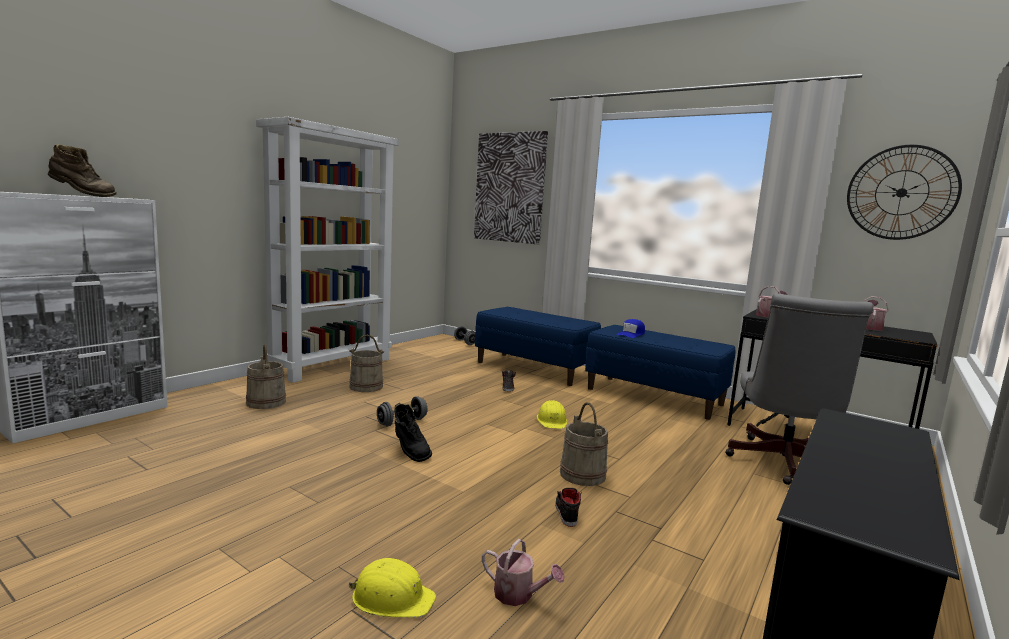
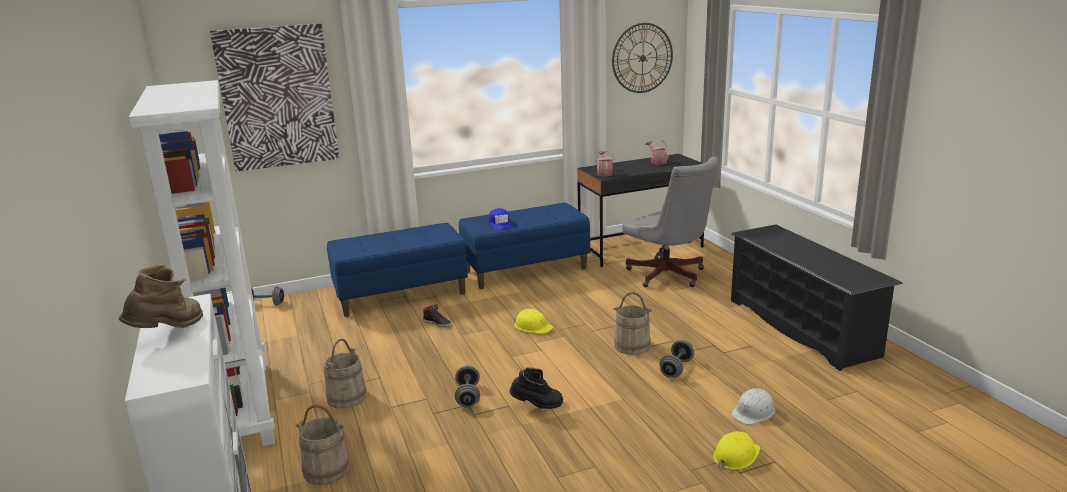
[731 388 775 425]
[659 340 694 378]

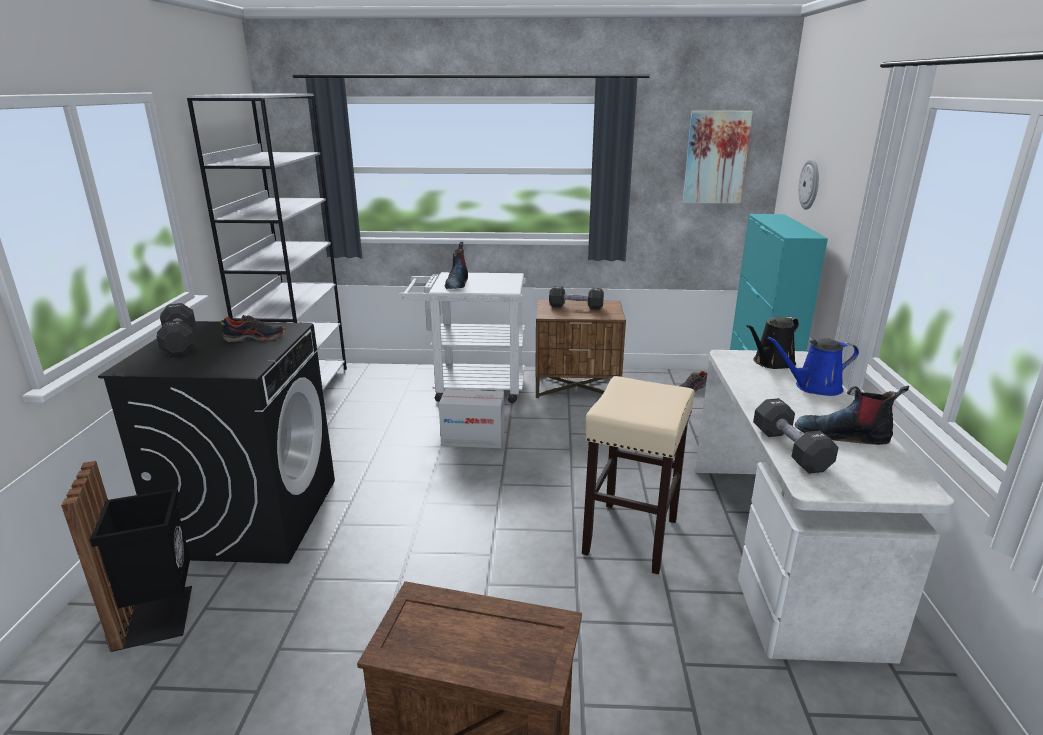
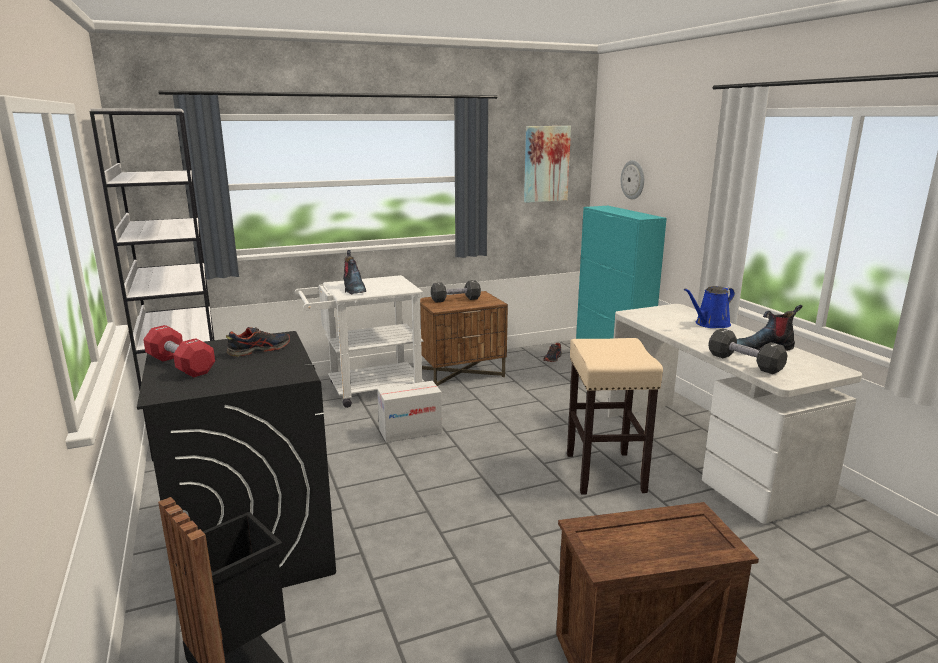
[747 317 799 369] (first image)
[143 325 215 377]

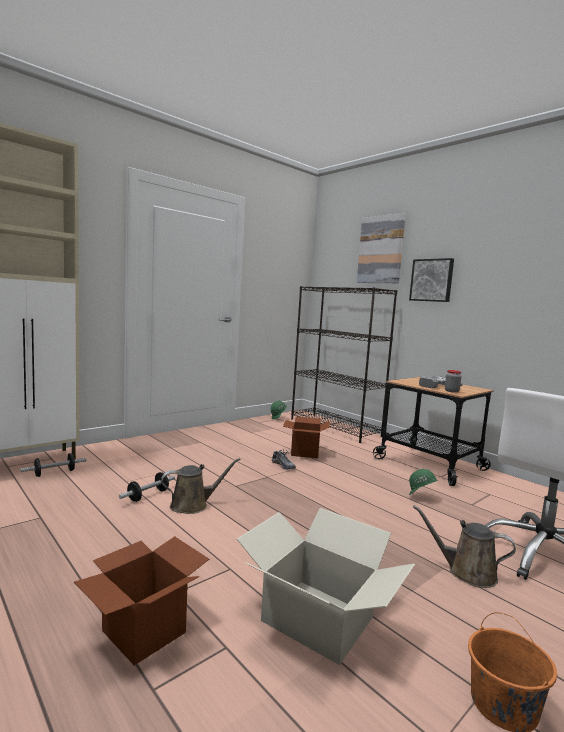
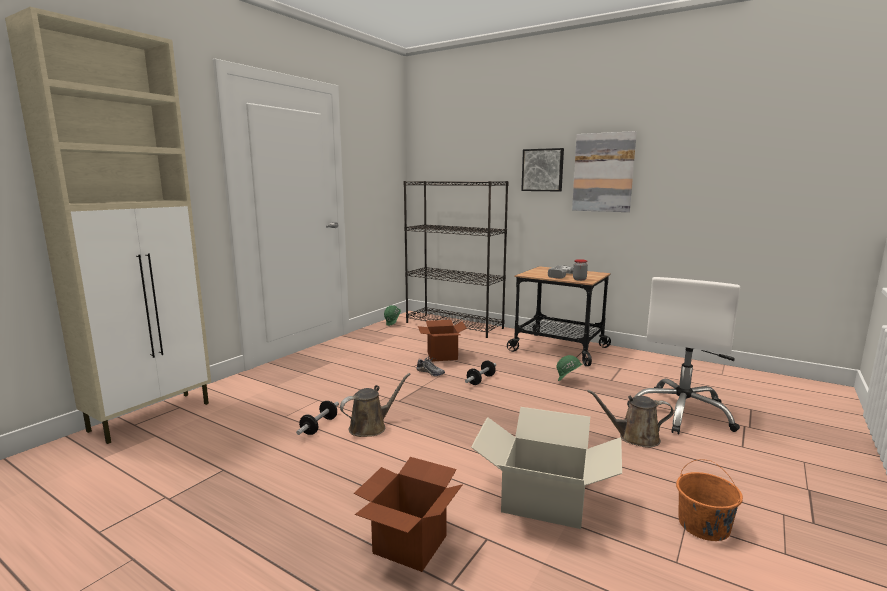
[465 360 496 385]
[572 131 637 212]

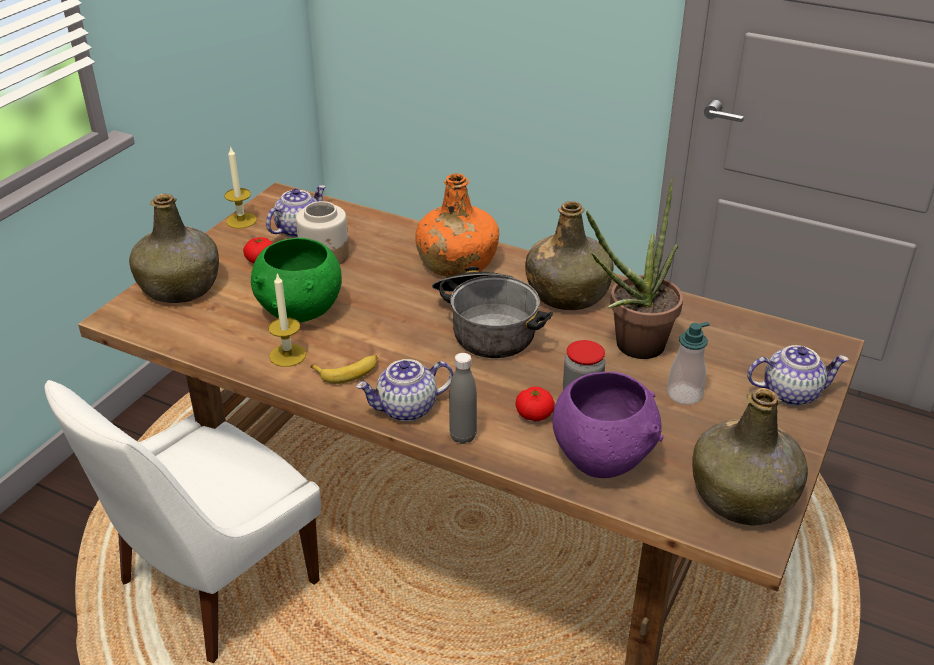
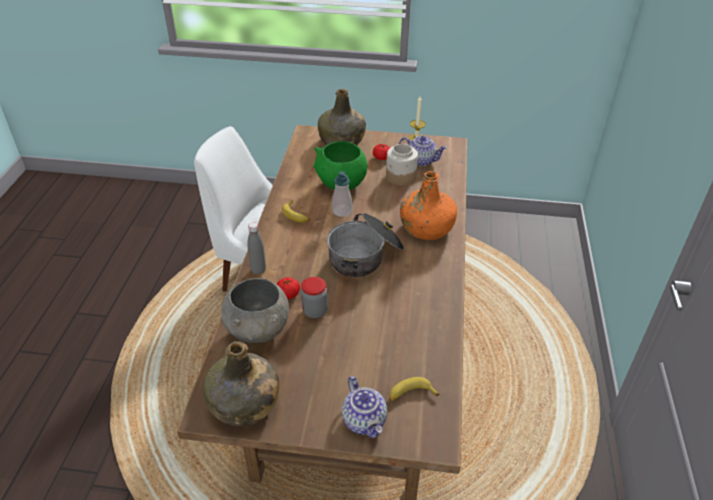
[268 274 306 367] (first image)
[356 359 454 422] (first image)
[525 201 614 310] (first image)
[586 177 683 359] (first image)
[389 377 440 401]
[332 171 352 217]
[221 278 289 343]

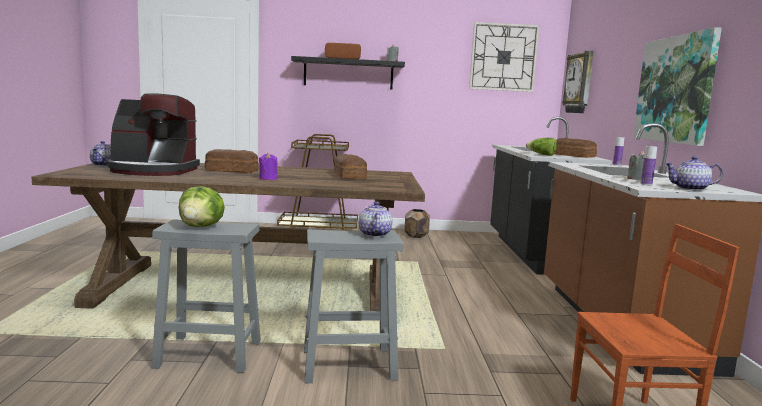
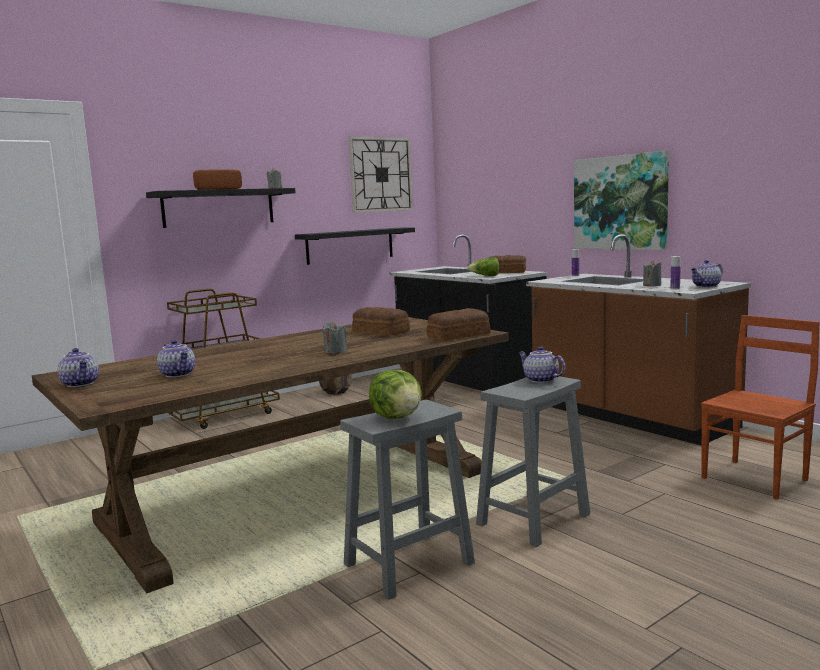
[562 51 594 113] (first image)
[295 227 415 265]
[427 308 491 341]
[157 340 195 378]
[323 321 347 355]

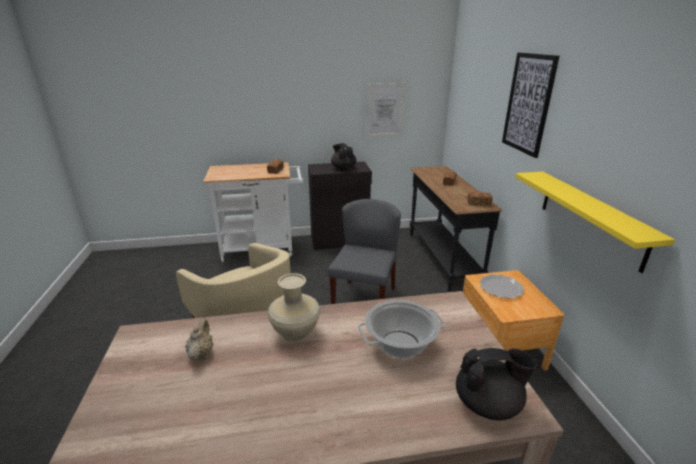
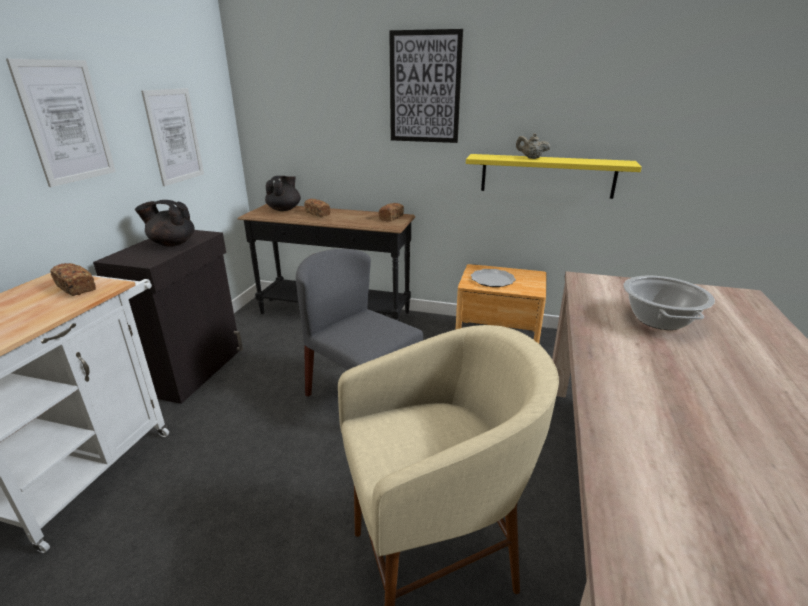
[268 273 320 342] (first image)
[6 59 116 187]
[516 133 550 159]
[265 176 301 211]

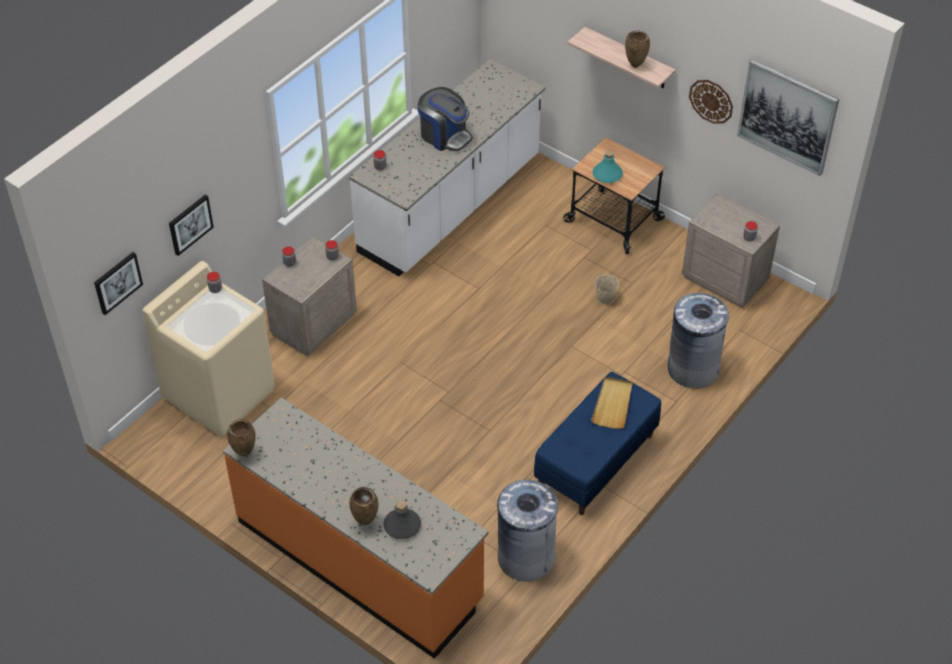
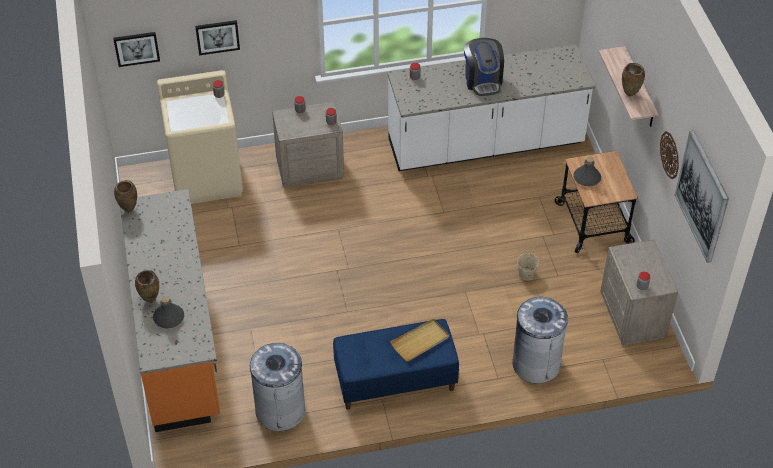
[573 157 601 186]

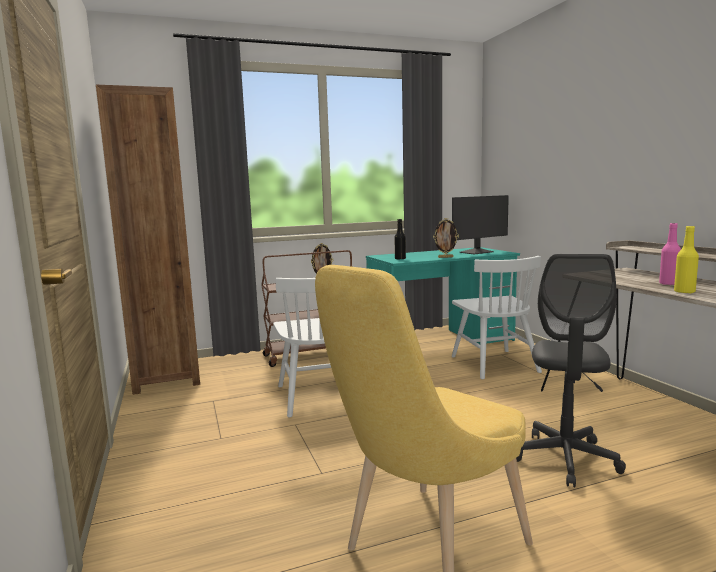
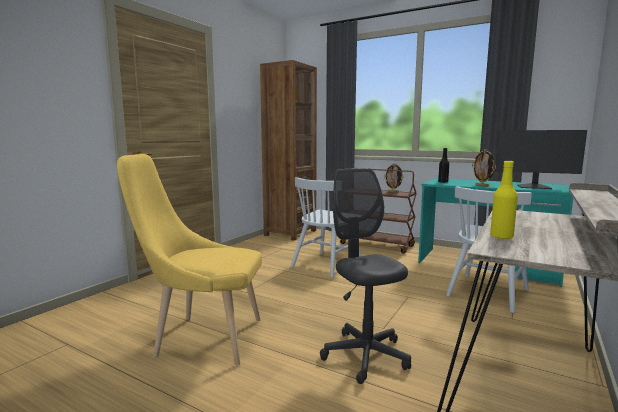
[659 223 681 285] (first image)
[320 168 411 384]

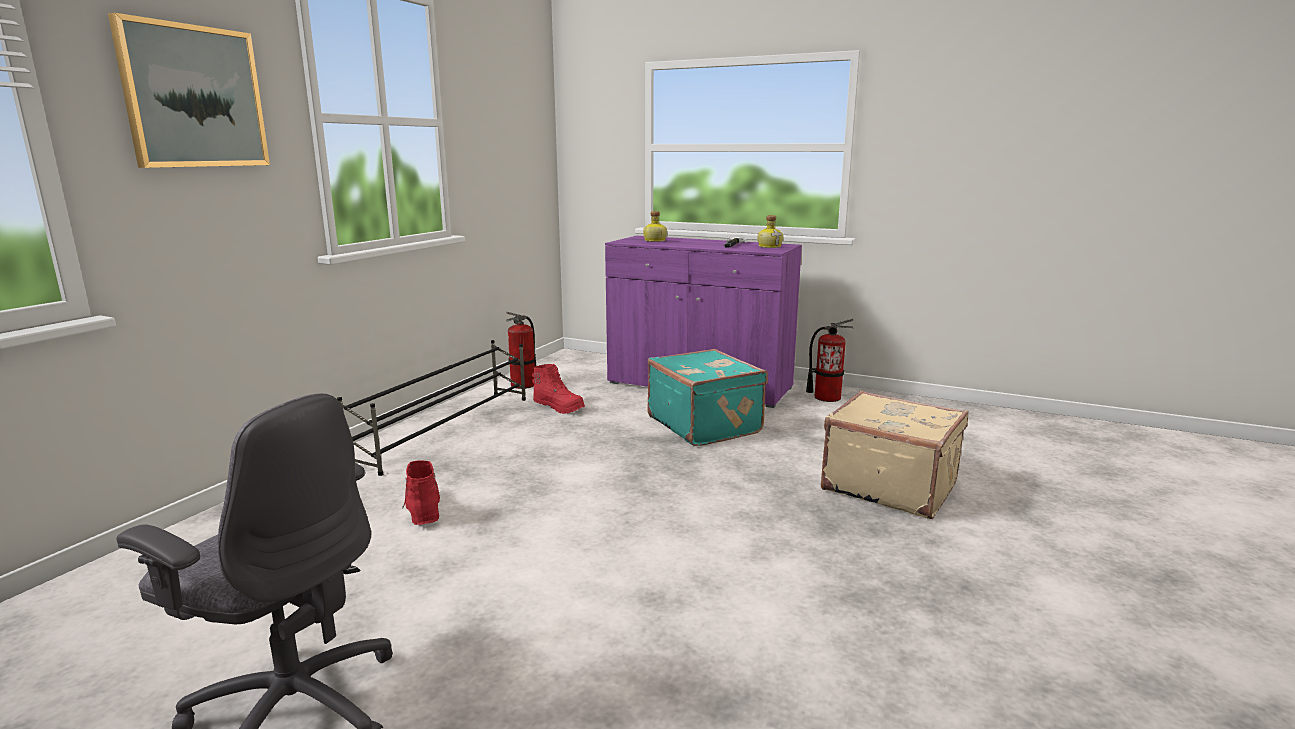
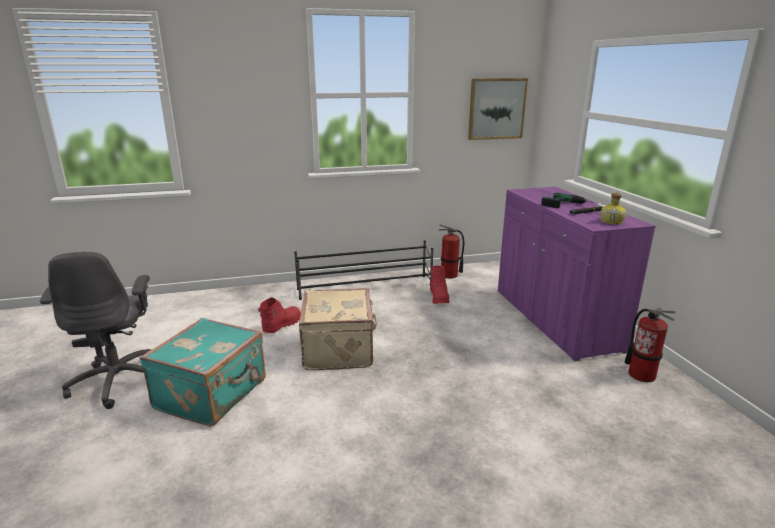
[643 211 667 242] (first image)
[541 193 594 208]
[468 78 528 140]
[139 318 266 427]
[299 288 376 370]

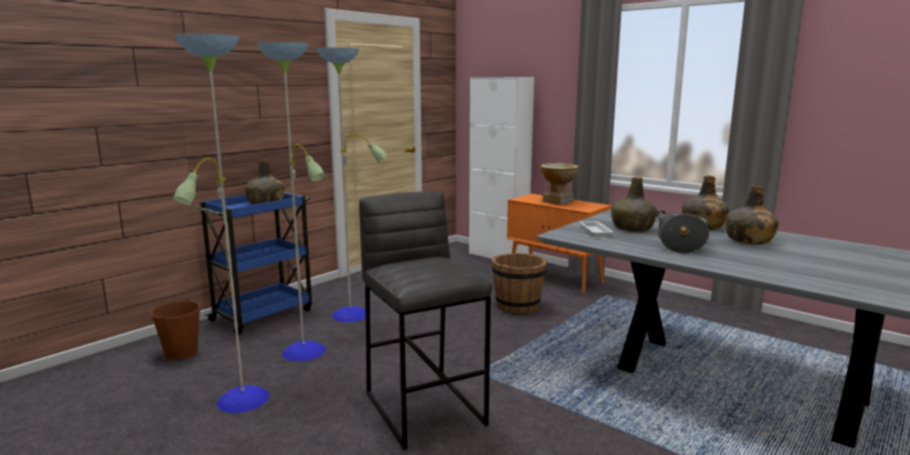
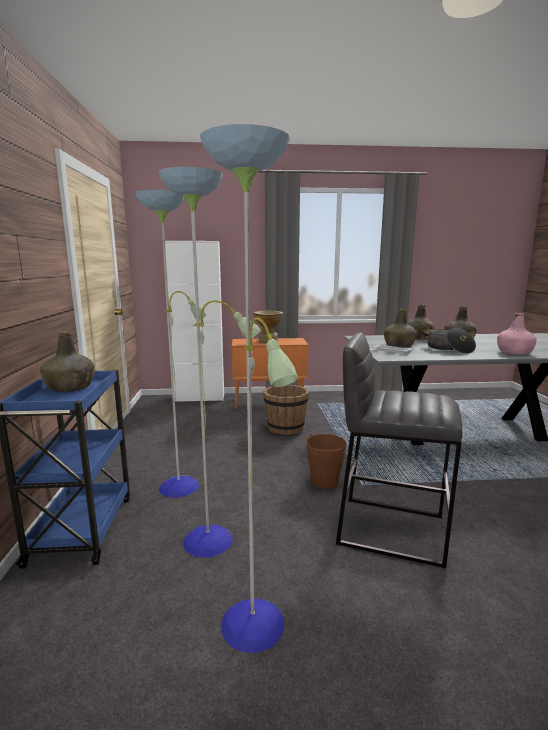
[497 313 537 355]
[305 434 347 488]

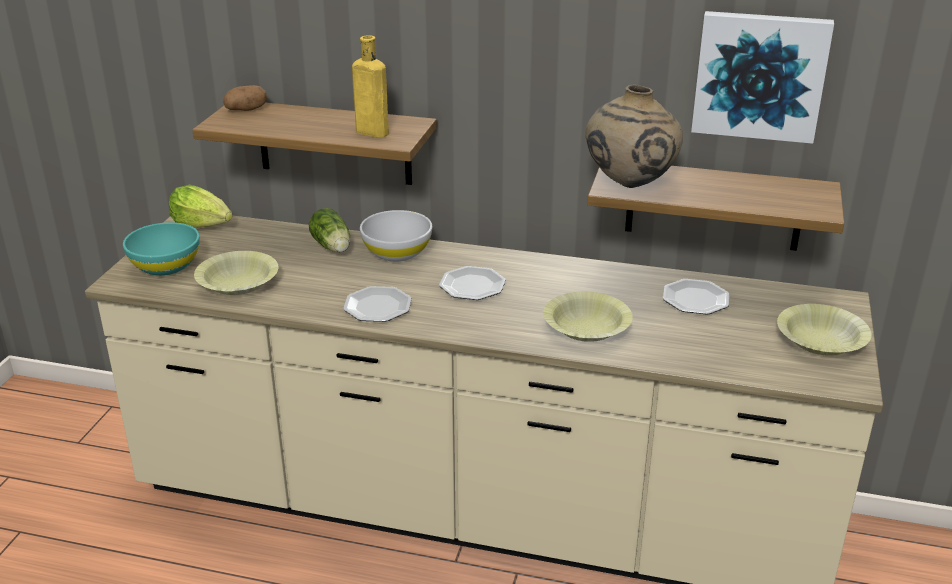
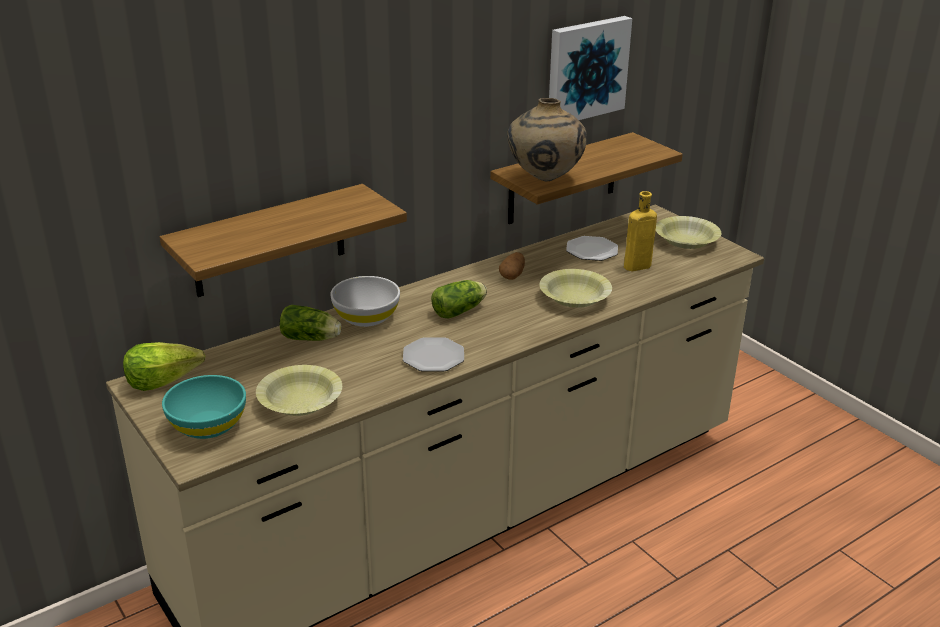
[499 252 525 280]
[624 191 657 271]
[431 280 487 318]

